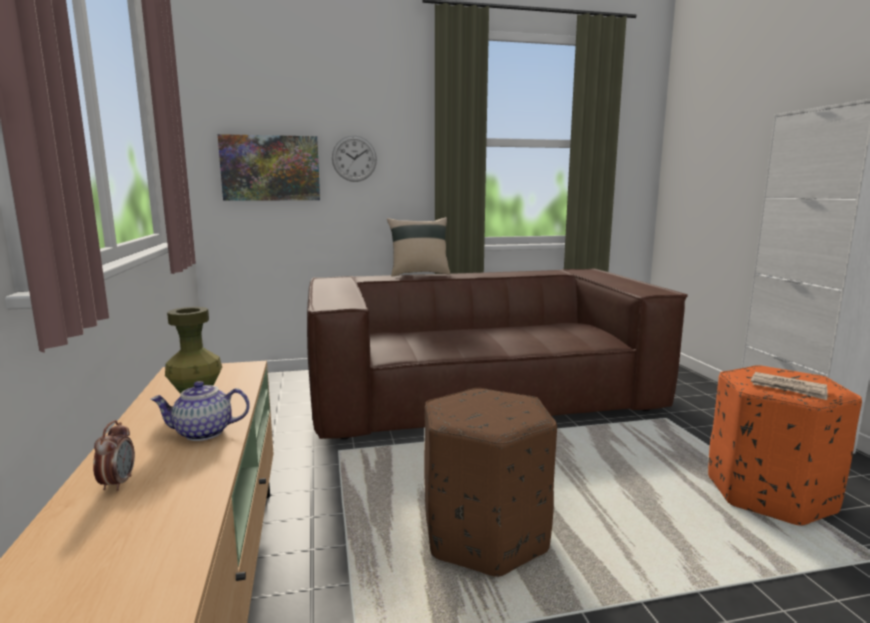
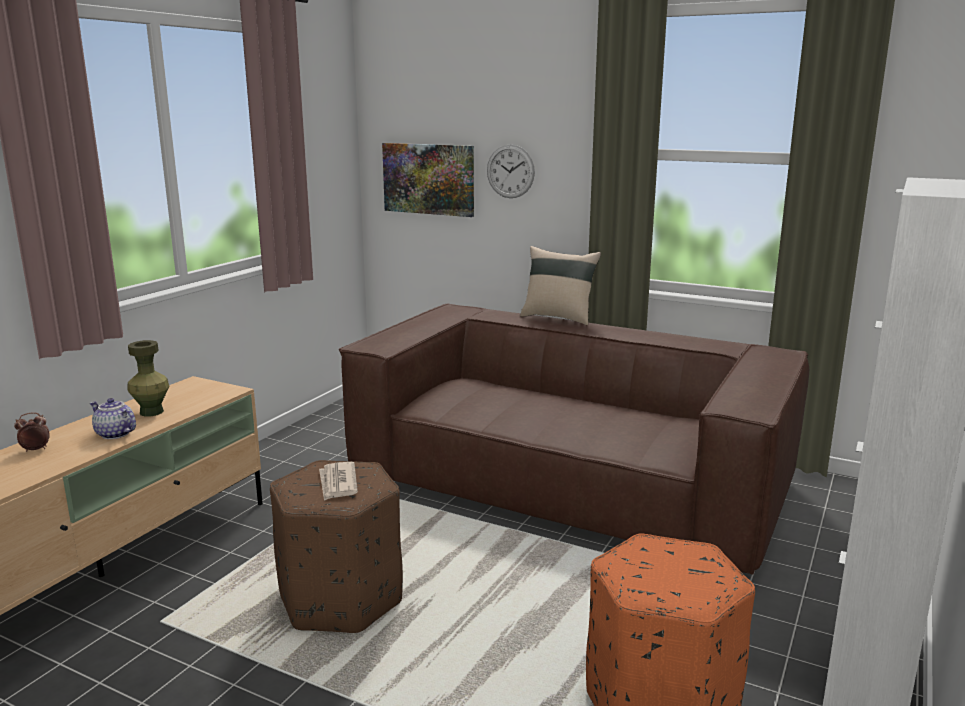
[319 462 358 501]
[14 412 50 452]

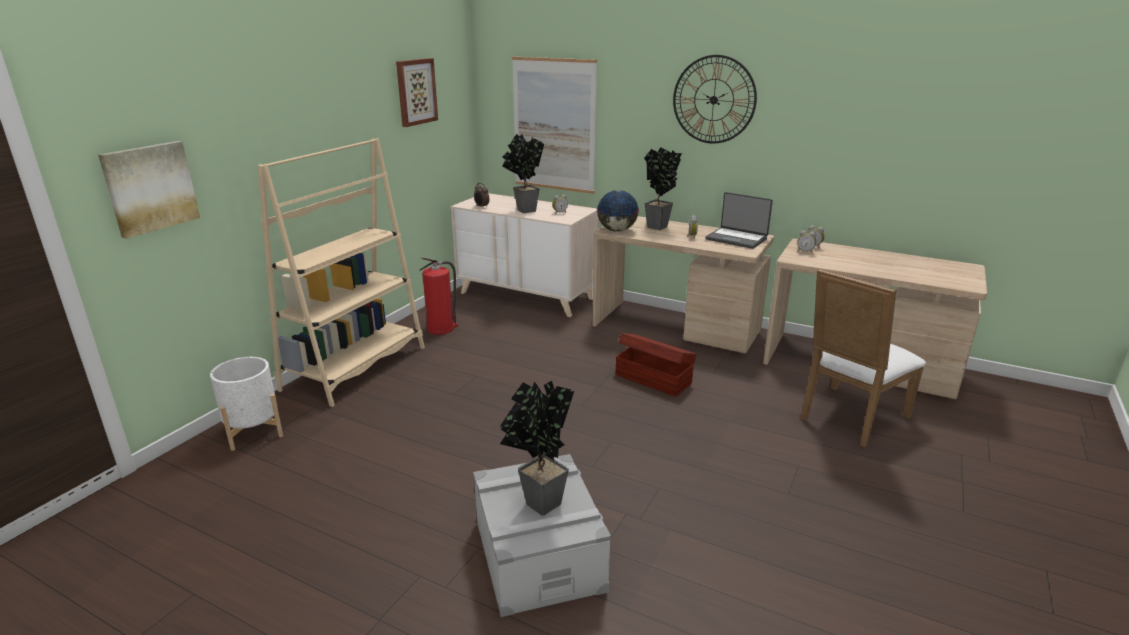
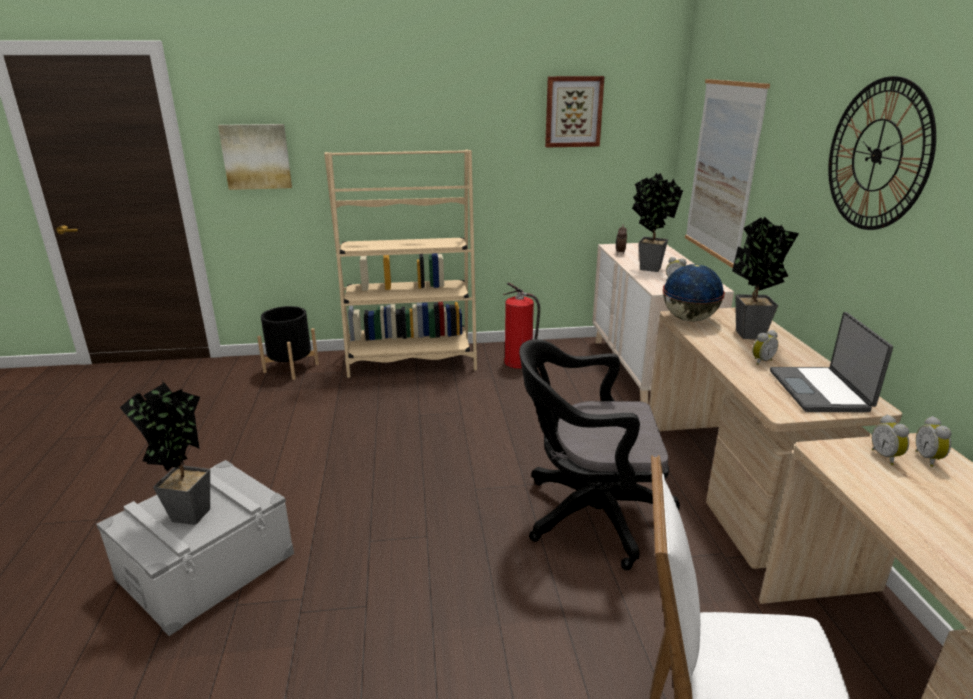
[519 339 680 570]
[257 306 319 380]

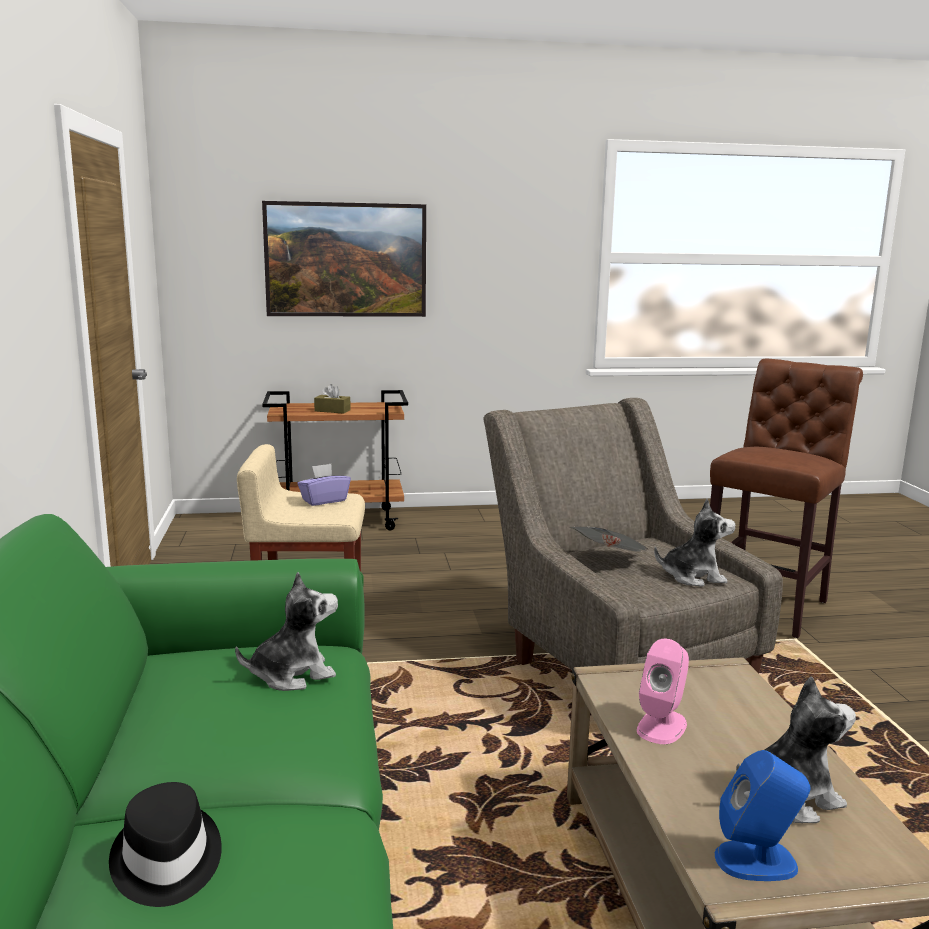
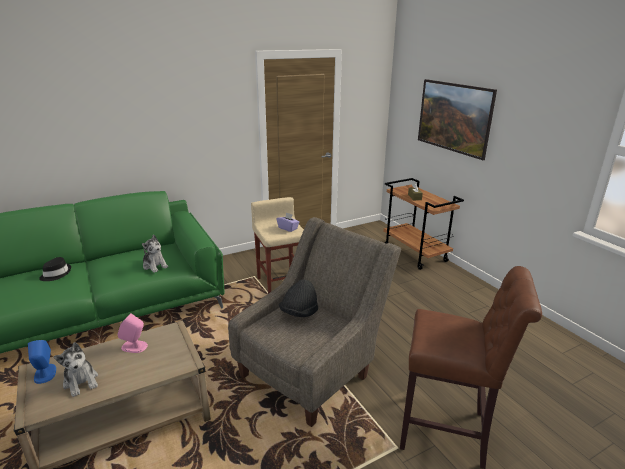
[654 499 735 587] (first image)
[279 279 318 317]

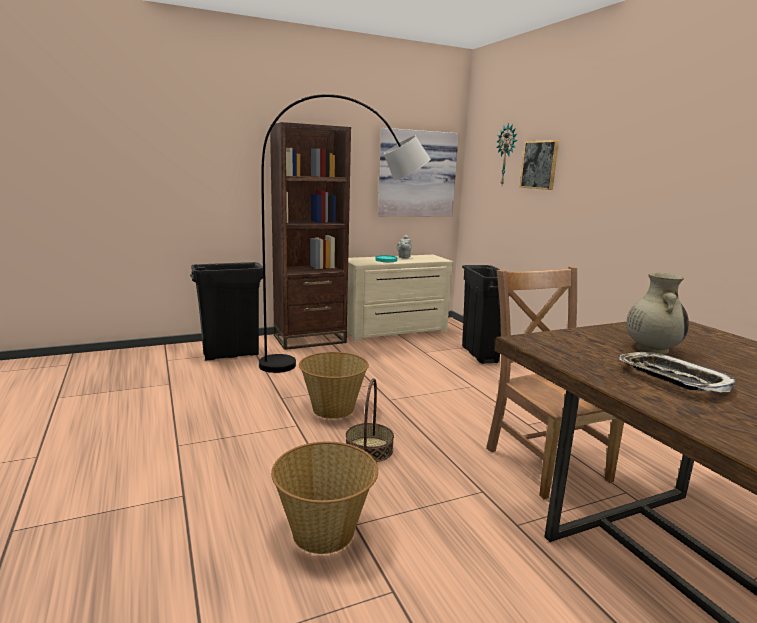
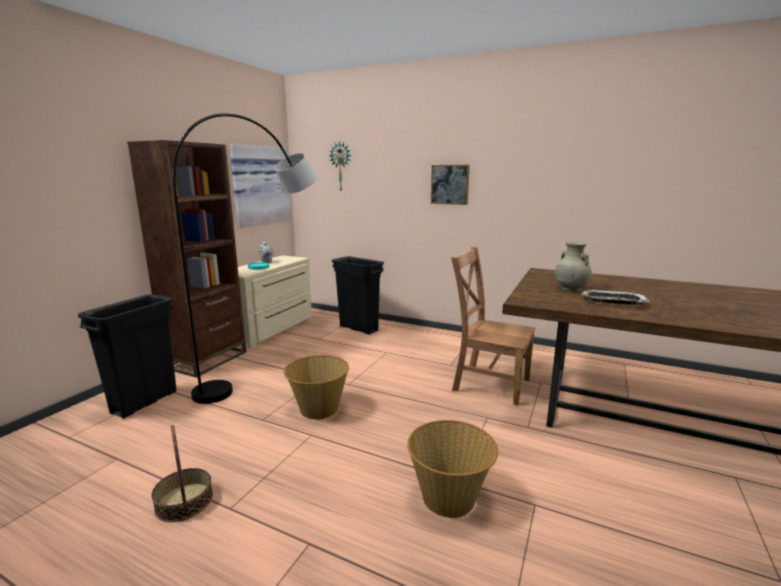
[151 425 213 522]
[431 165 470 205]

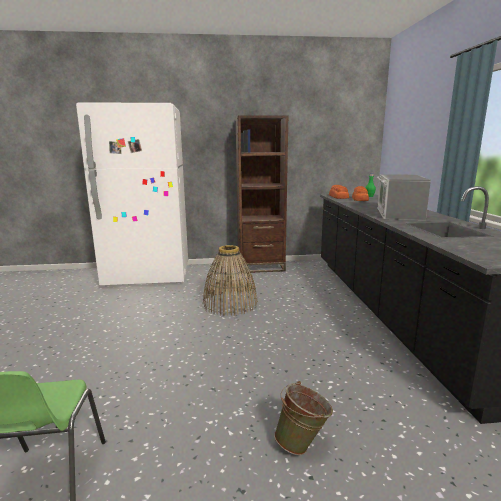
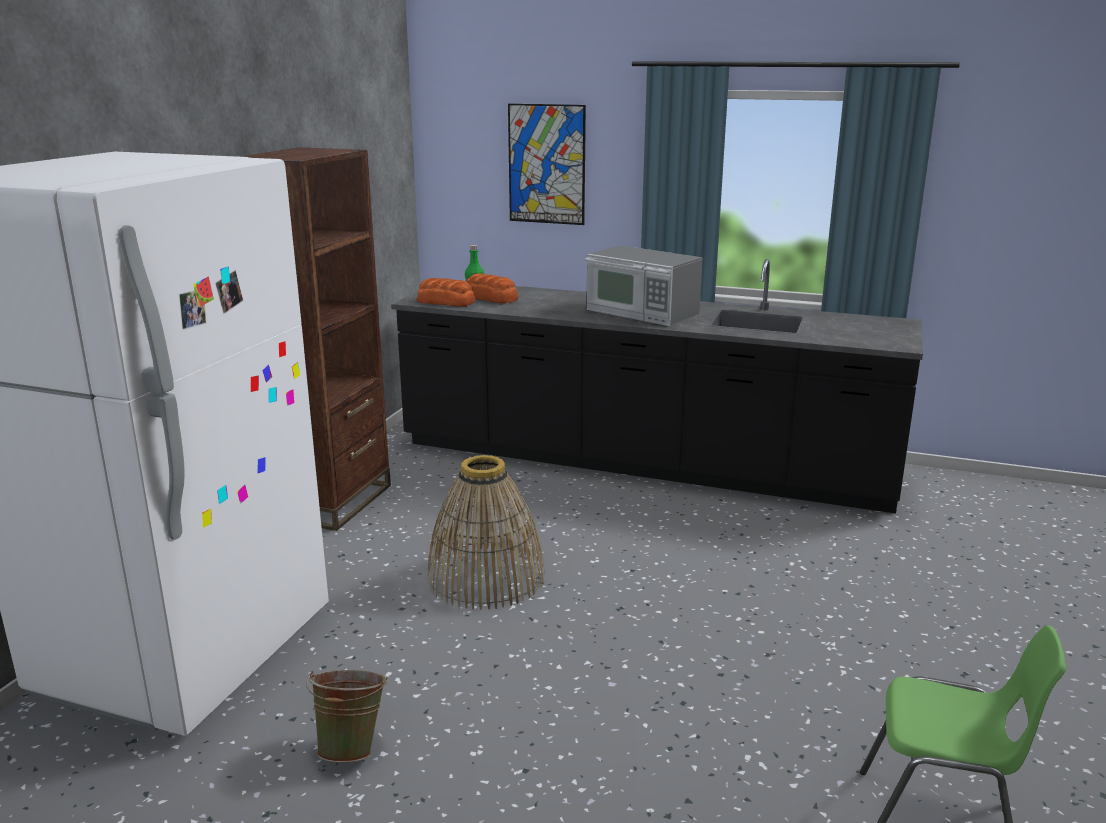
[508 104 586 225]
[306 670 387 763]

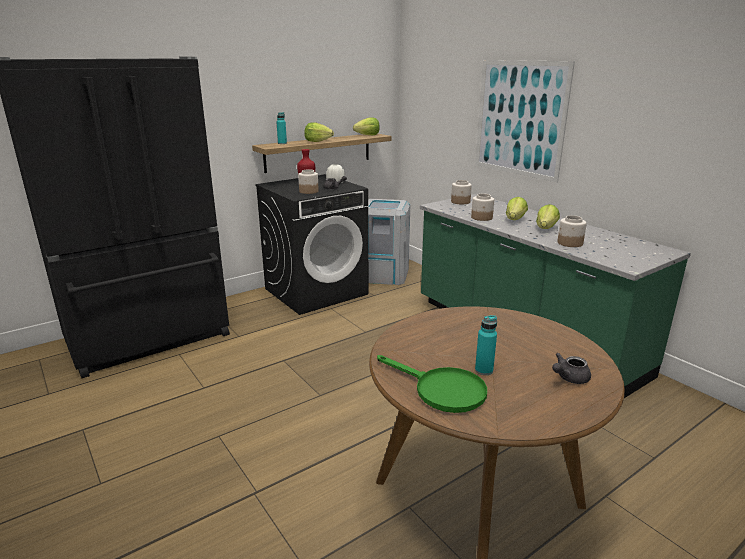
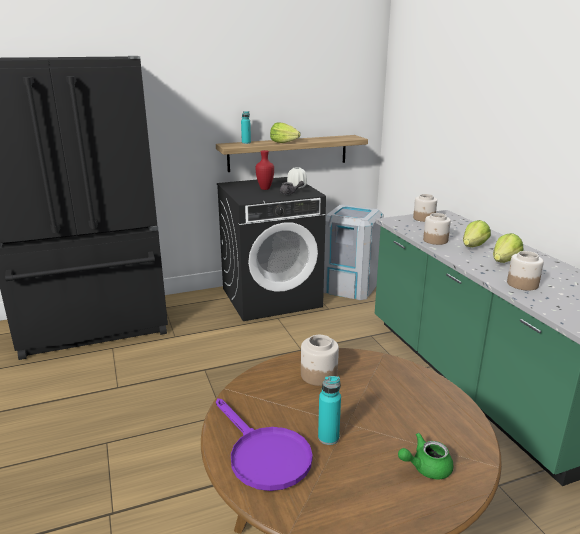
[353 118 379 135] (first image)
[475 60 575 182] (first image)
[301 335 339 386]
[216 398 313 491]
[398 433 453 479]

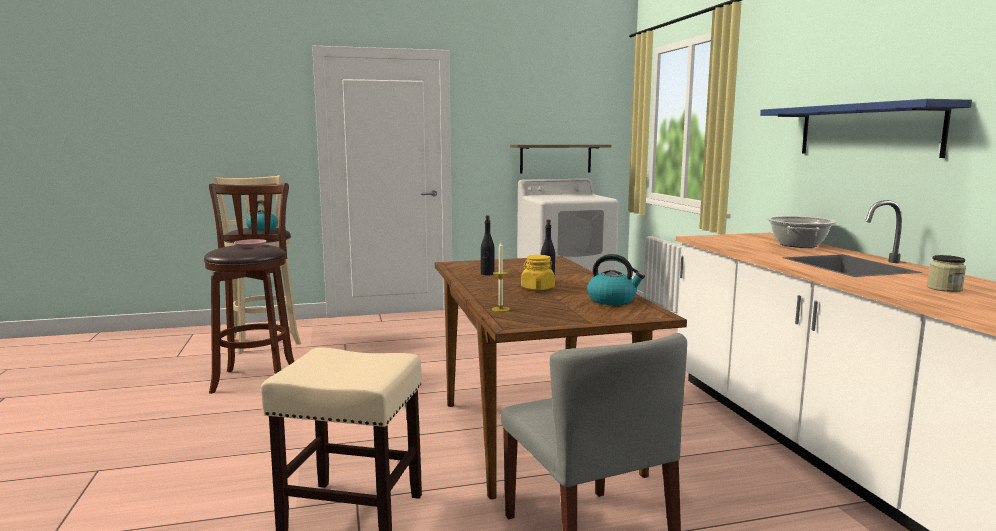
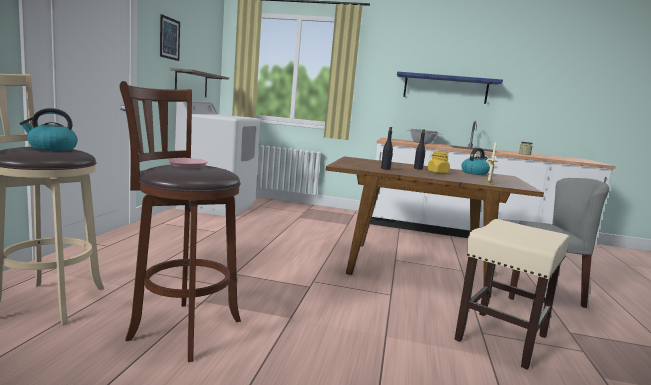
[160 14 180 61]

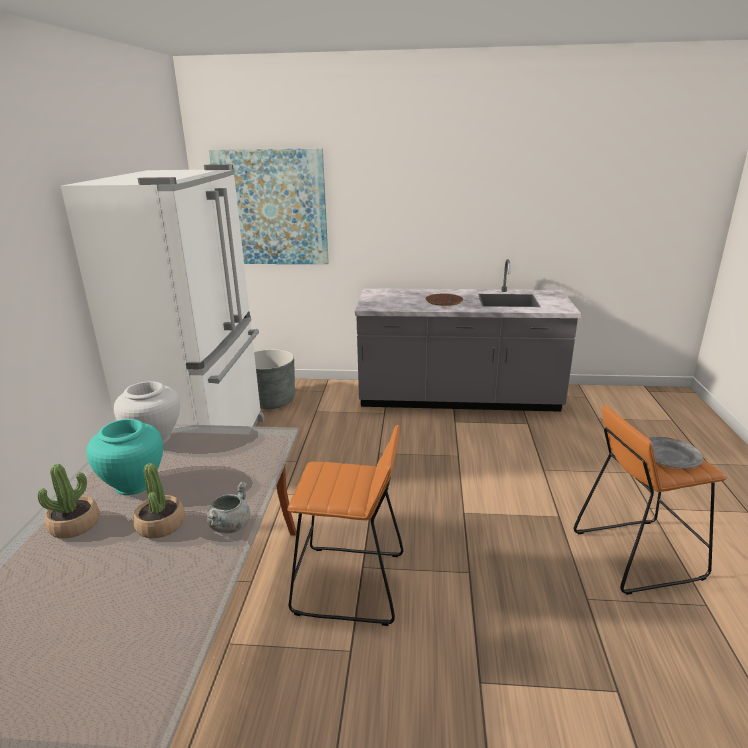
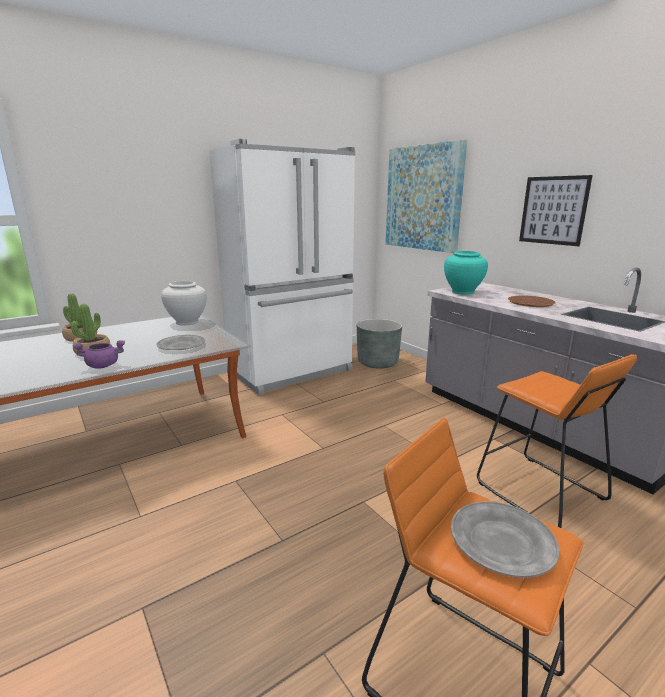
[157 335 205 350]
[519 175 593 246]
[444 251 488 294]
[477 354 637 528]
[73 340 125 369]

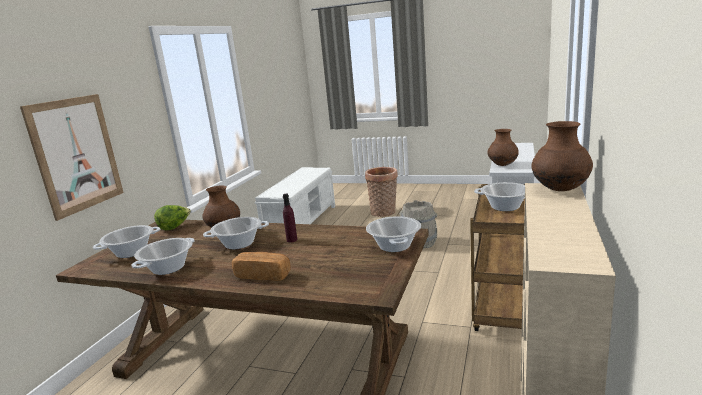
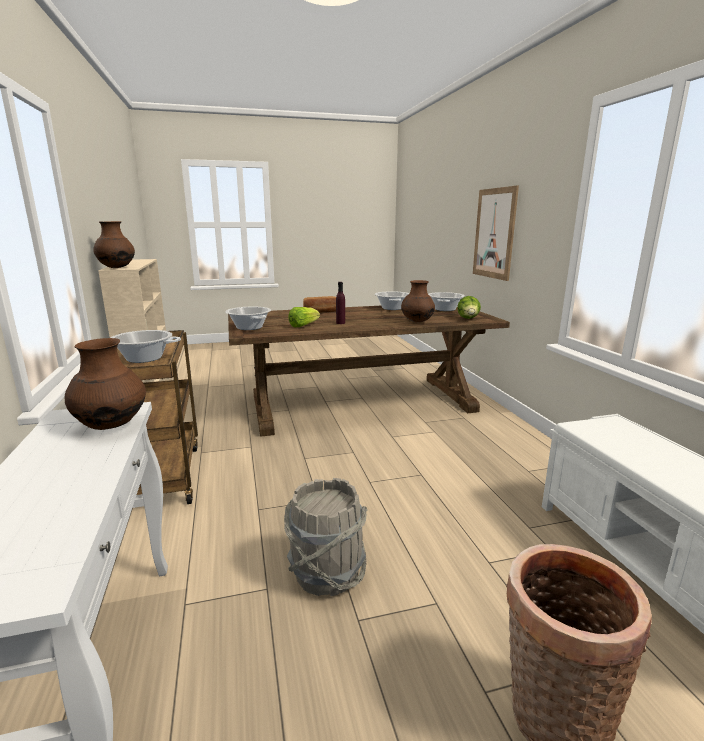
[203 217 269 249] (first image)
[288 307 320 327]

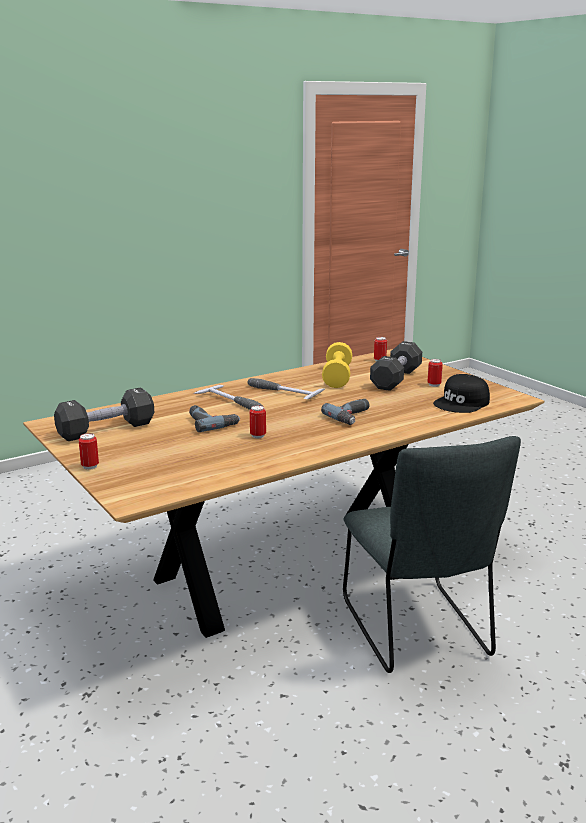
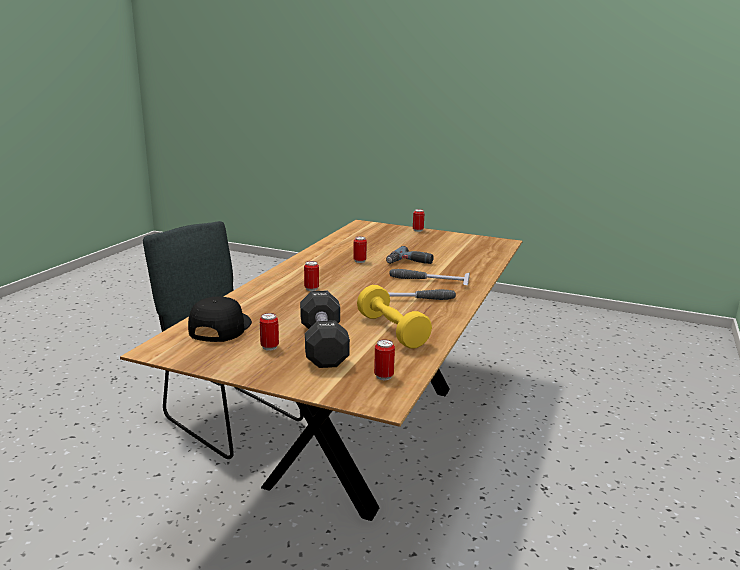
[54 388 155 441] (first image)
[304 261 319 291]

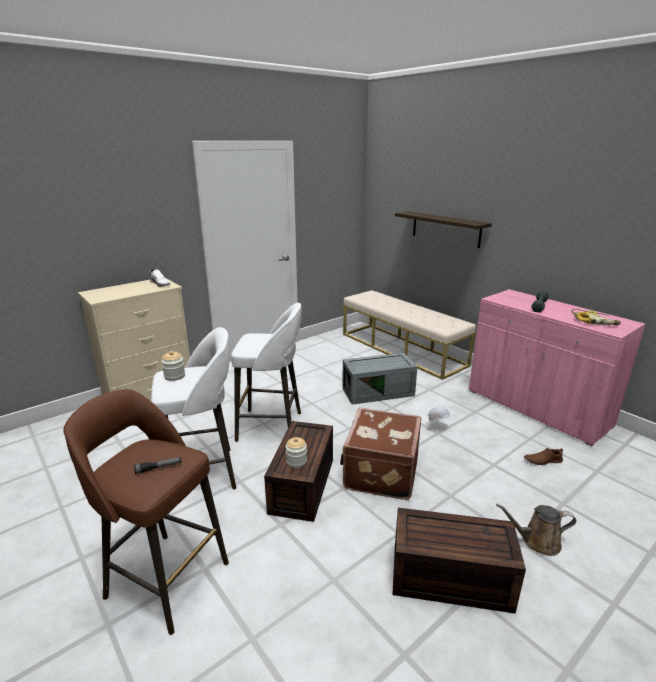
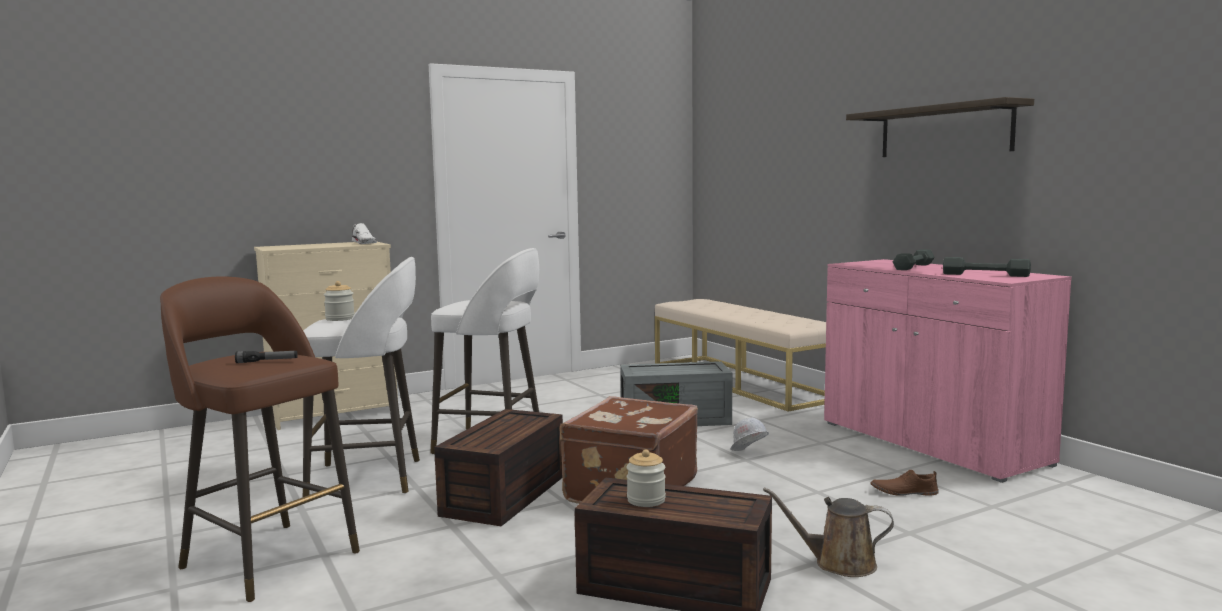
[626 449 666 507]
[846 97 1034 157]
[943 257 1031 277]

